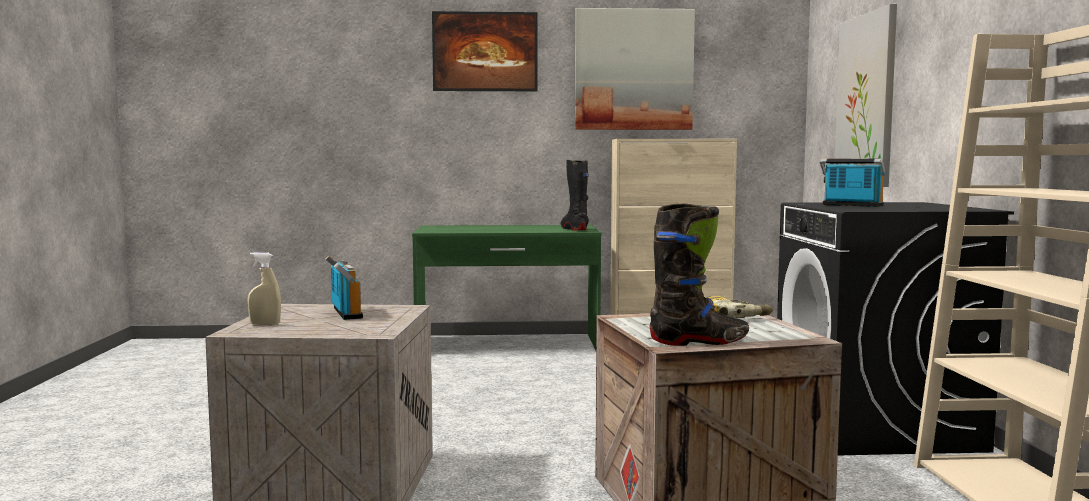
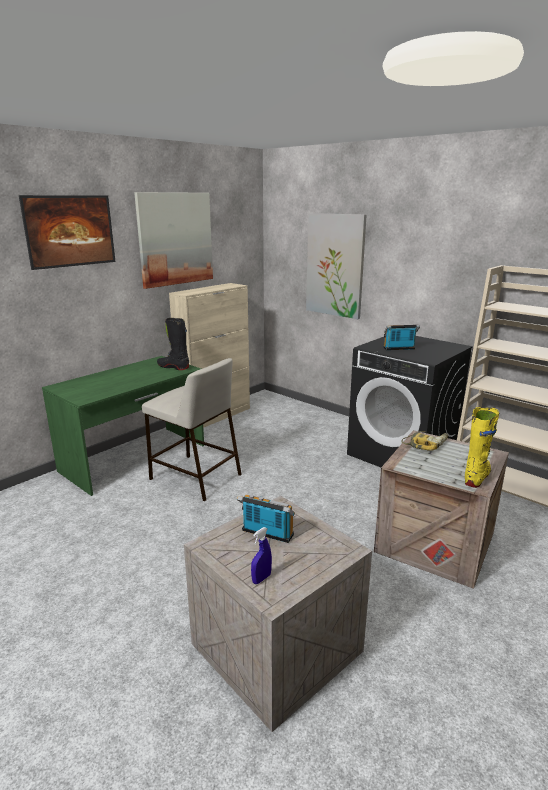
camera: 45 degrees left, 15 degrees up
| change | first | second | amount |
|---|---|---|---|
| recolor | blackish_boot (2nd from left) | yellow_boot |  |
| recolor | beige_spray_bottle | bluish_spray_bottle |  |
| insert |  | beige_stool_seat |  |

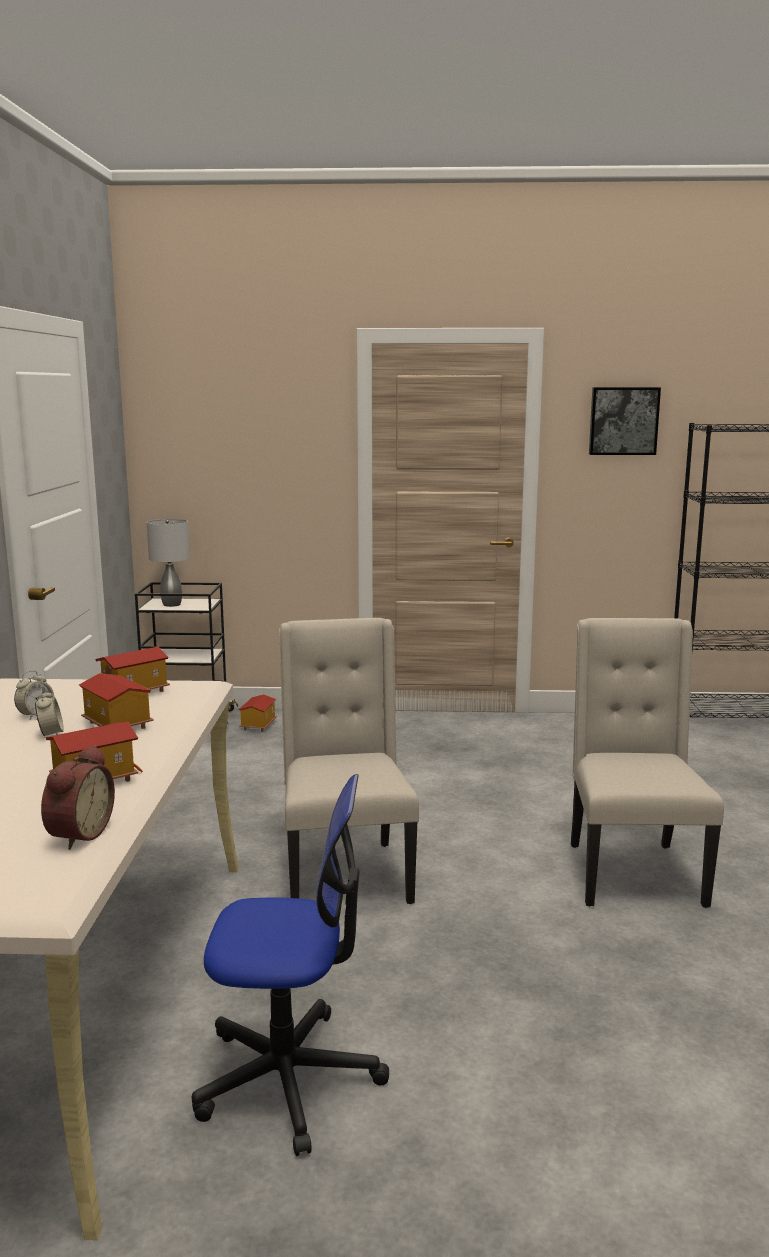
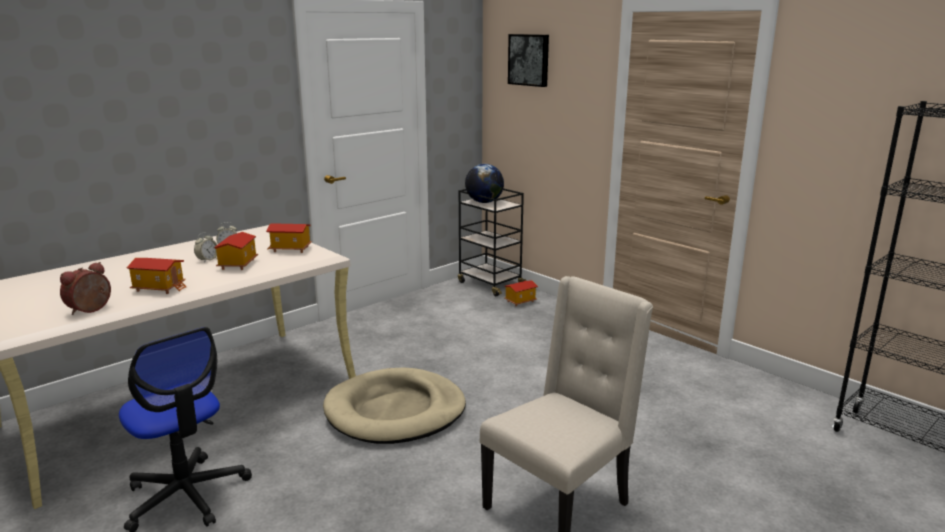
camera: 45 degrees right, 5 degrees up
| change | first | second | amount |
|---|---|---|---|
| move | wall_art |  |  |
| replace | gray_tabletop_lamp | globe |  |
| replace | beige_upright_chair (1st from left) | beige_dog_bed |  |
| rotate | table_clock (3rd from left in the first image) | table_clock (1st from left) | 150 degrees clockwise |

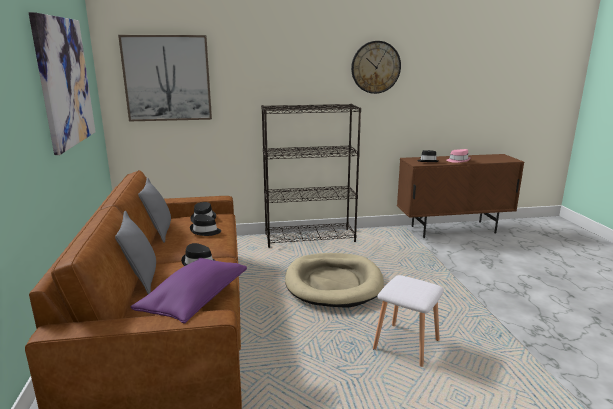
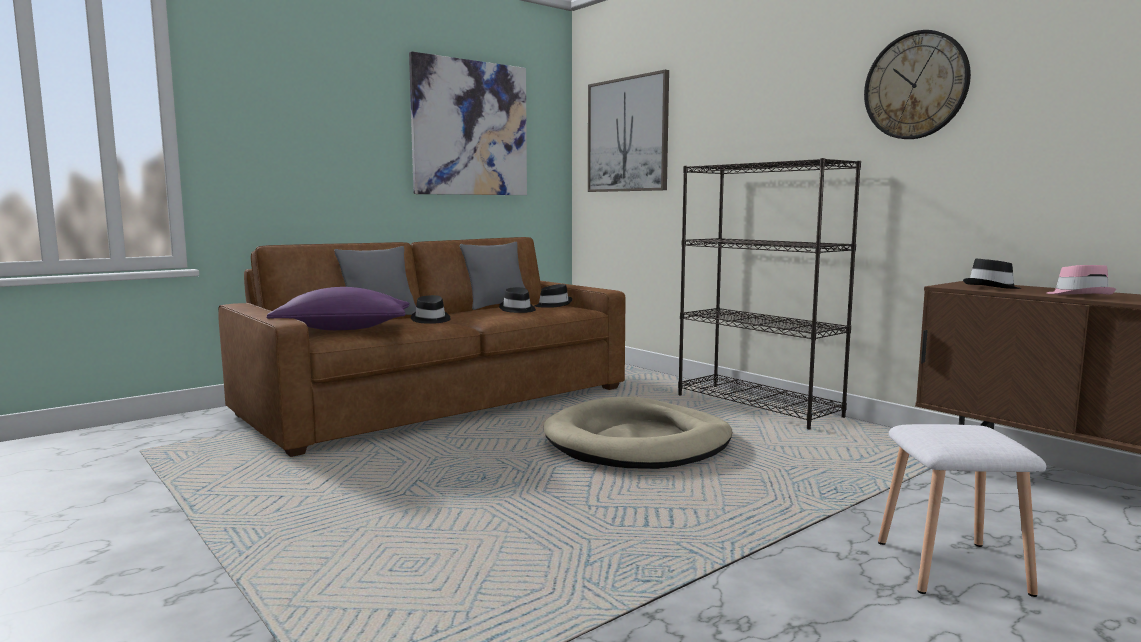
camera: 60 degrees right, 10 degrees down
| change | first | second | amount |
|---|---|---|---|
| move | white_stool_seat |  |  |

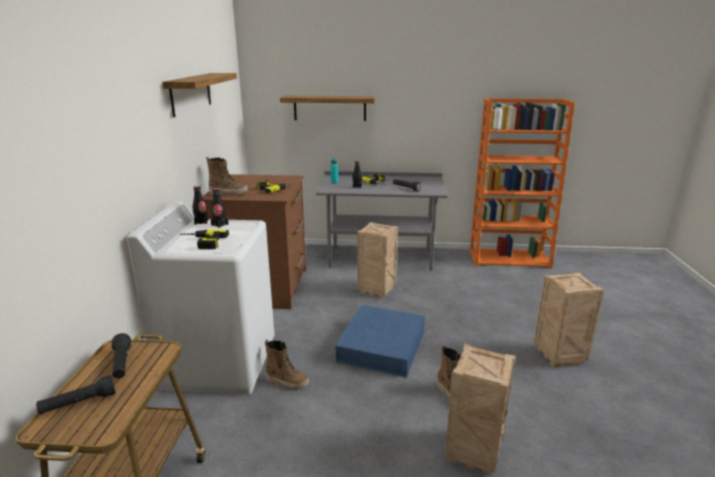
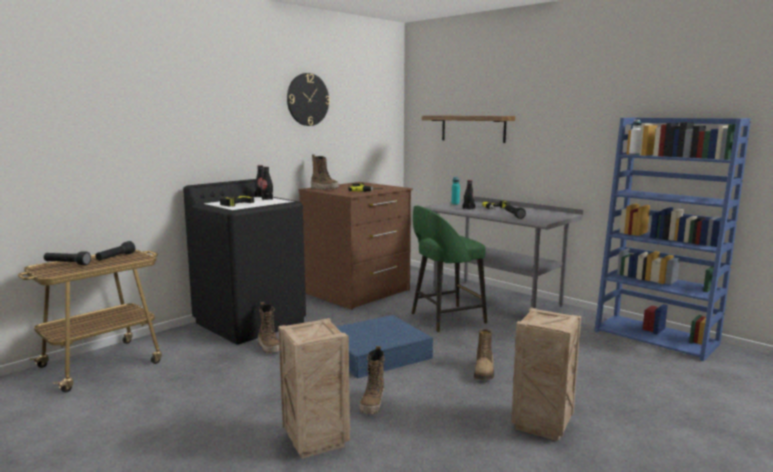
camera: 40 degrees right, 10 degrees down
| change | first | second | amount |
|---|---|---|---|
| replace | shelf (1st from left) | hanging_clock |  |
| recolor | orange_bookcase | bluish_bookcase |  |
| recolor | white_laundry_machine | blackish_laundry_machine |  |
| replace | shipping_crate (1st from left) | greenish_stool_seat |  |
| insert |  | boot (4th from left) |  |

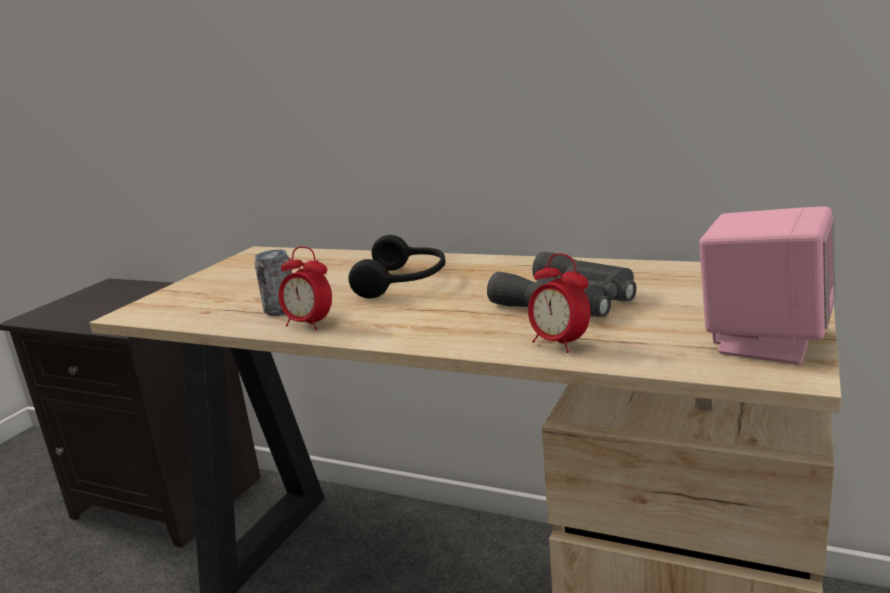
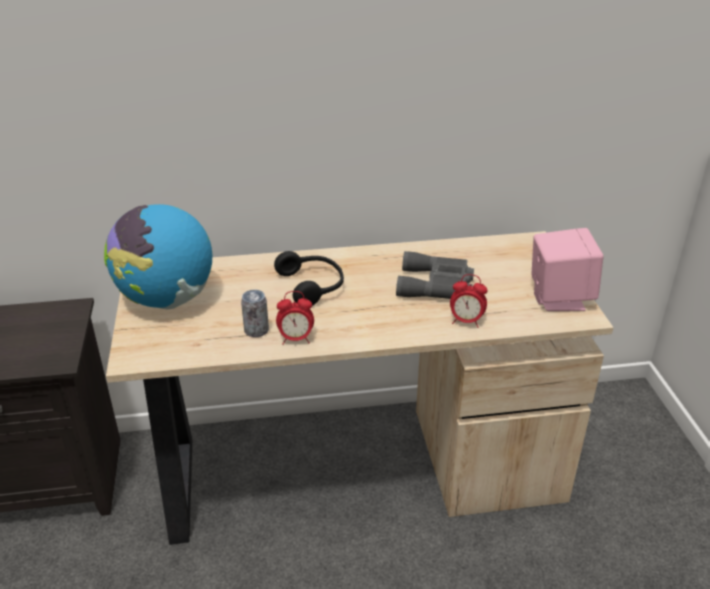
camera: 35 degrees left, 15 degrees up
| change | first | second | amount |
|---|---|---|---|
| insert |  | globe |  |

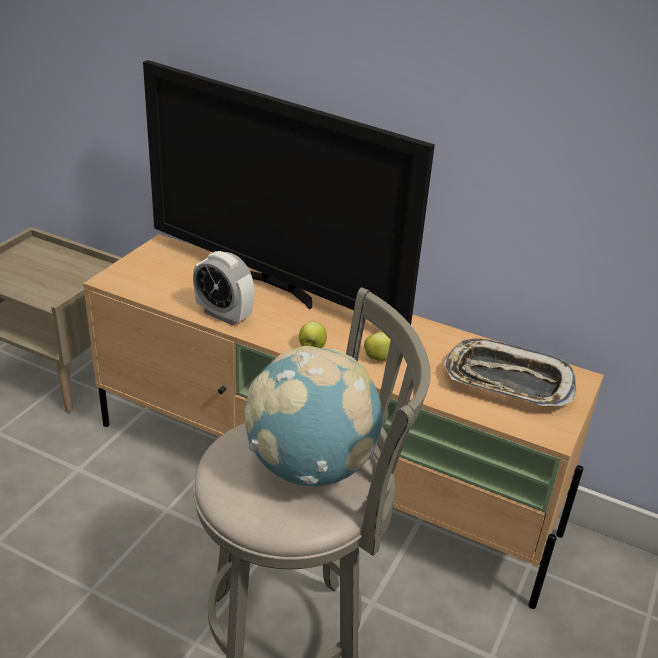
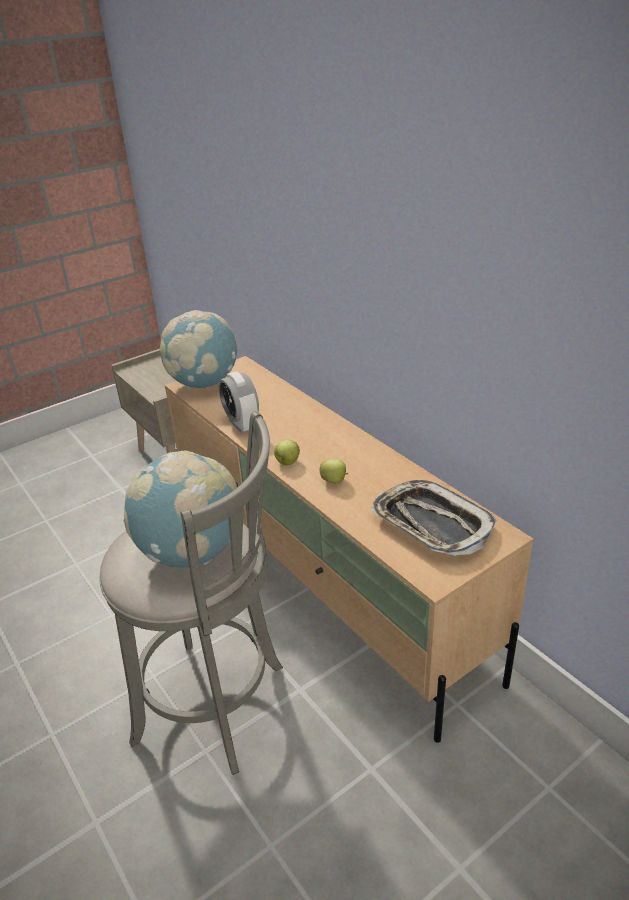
camera: 30 degrees right, 0 degrees up
| change | first | second | amount |
|---|---|---|---|
| delete | TV_set |  |  |
| insert |  | globe (2nd from left) |  |

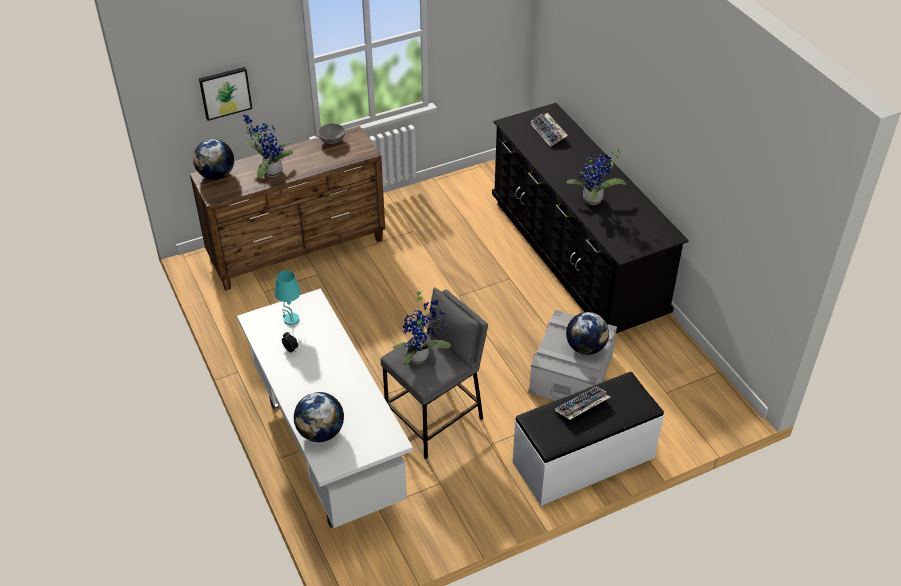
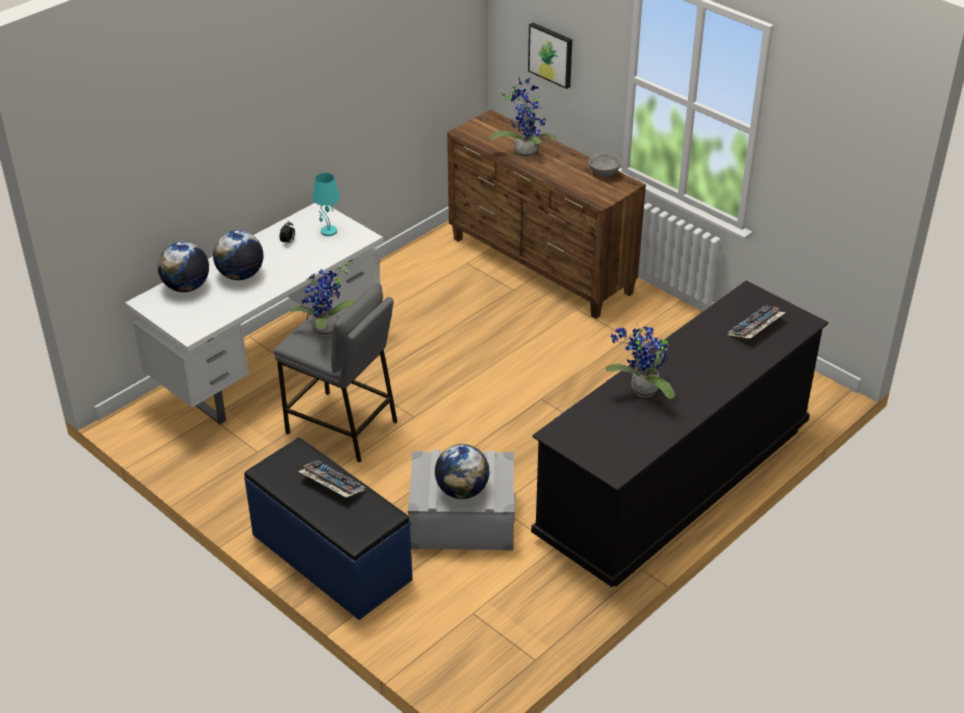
camera: 70 degrees right, 5 degrees down
| change | first | second | amount |
|---|---|---|---|
| move | globe (1st from left in the first image) | globe (2nd from left) |  |
| recolor | white_long_seat | bluish_long_seat |  |

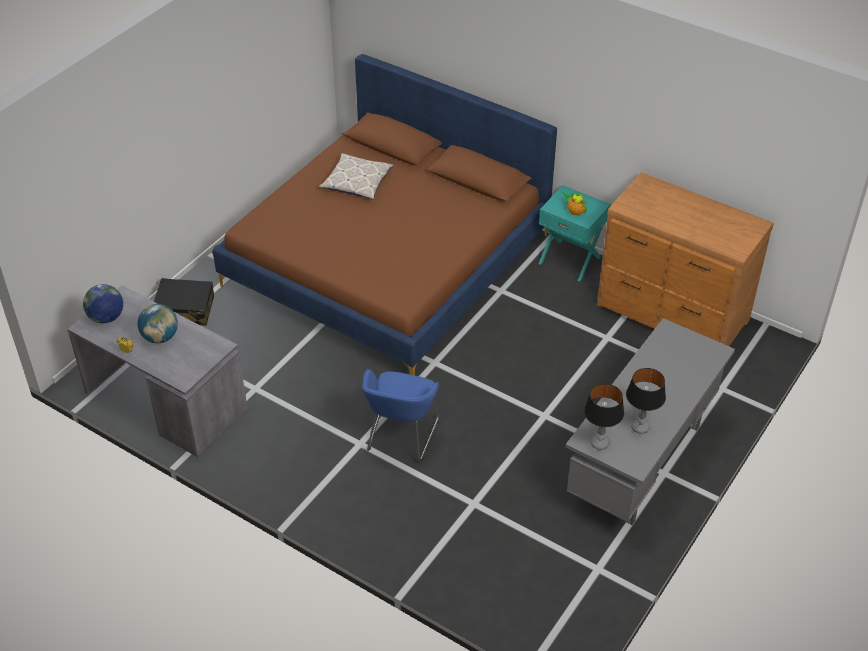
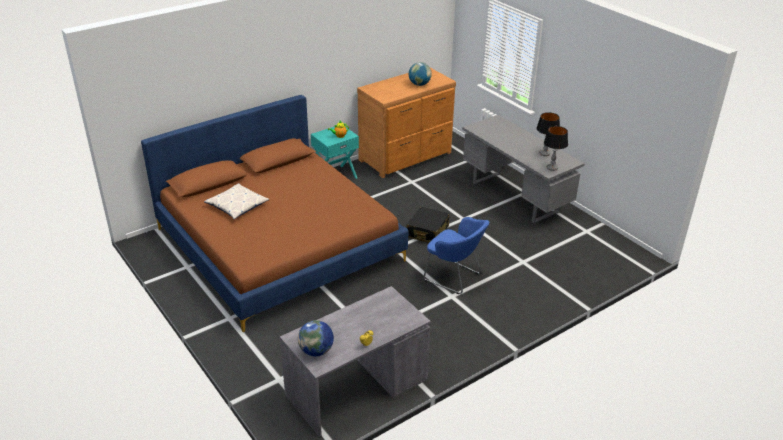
camera: 70 degrees left, 10 degrees down
| change | first | second | amount |
|---|---|---|---|
| move | blackish_piece_of_luggage |  |  |
| move | globe (2nd from left) |  |  |

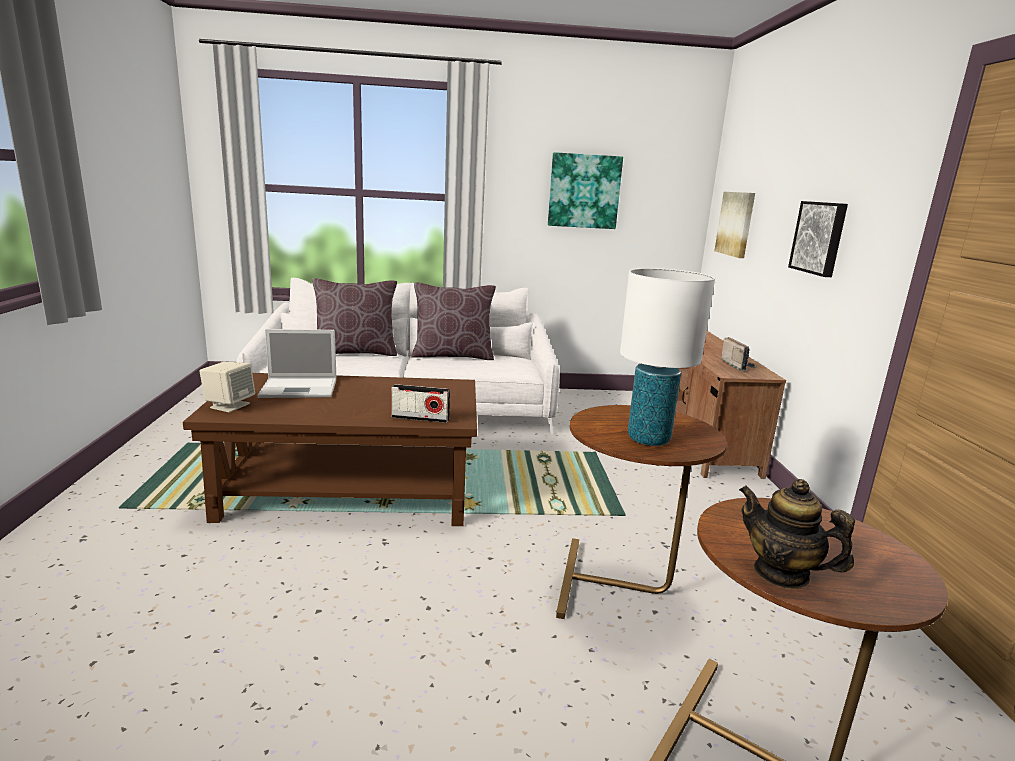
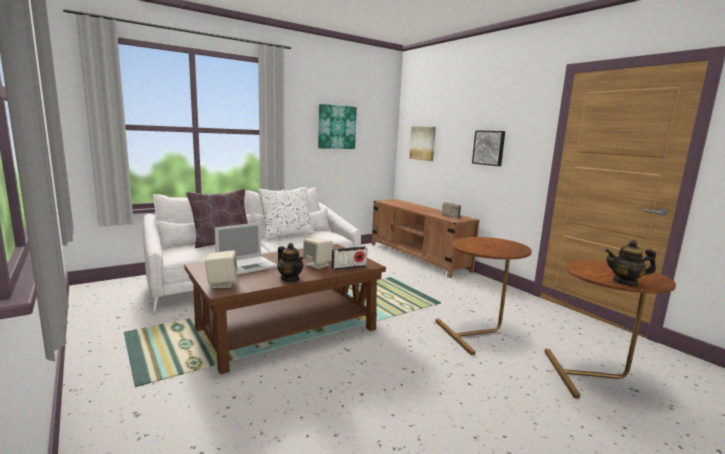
camera: 30 degrees left, 5 degrees down
| change | first | second | amount |
|---|---|---|---|
| delete | white_tabletop_lamp |  |  |
| recolor | brownish_cushion (2nd from left) | white_cushion |  |
| insert |  | beige_speaker (2nd from left) |  |
| insert |  | teapot (1st from left) |  |

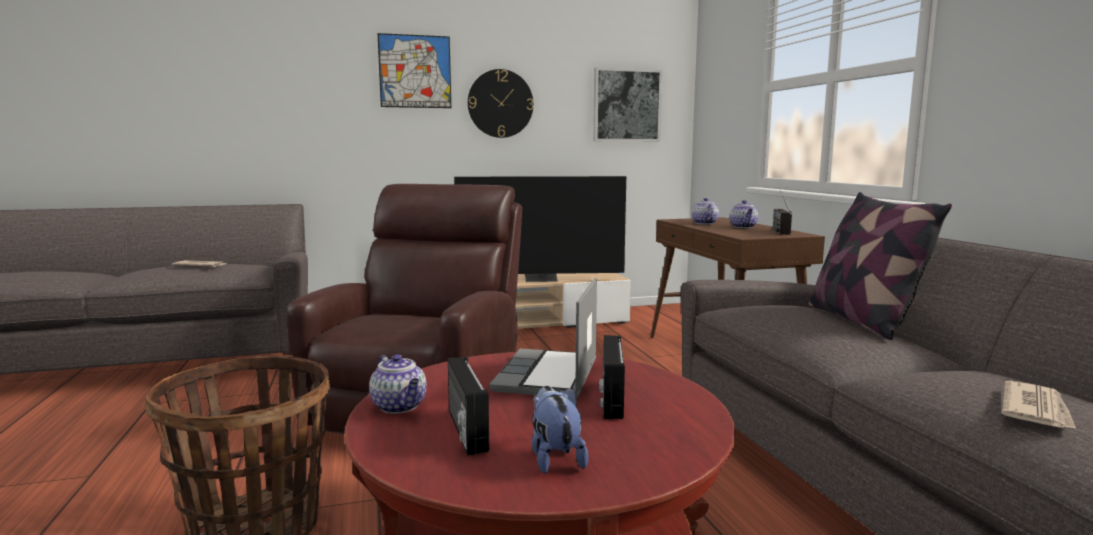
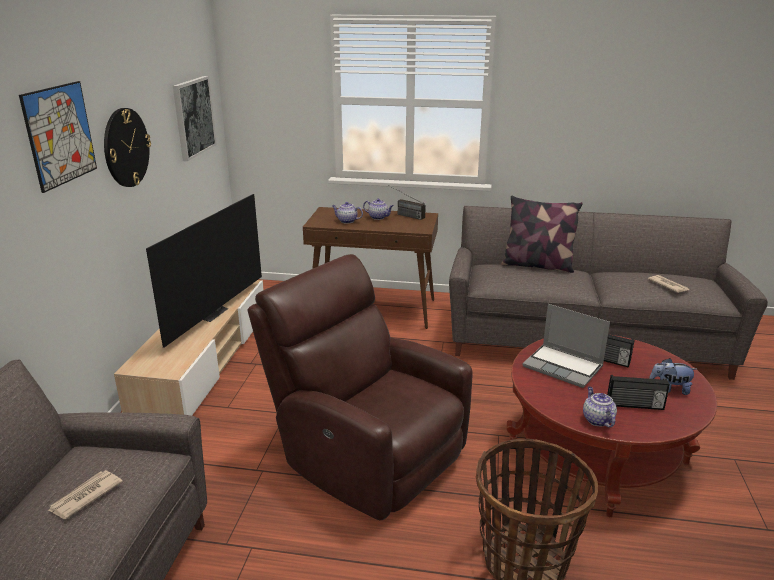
camera: 65 degrees left, 15 degrees up
| change | first | second | amount |
|---|---|---|---|
| rotate | teapot (1st from left in the first image) | teapot (3rd from left) | 90 degrees counterclockwise |

